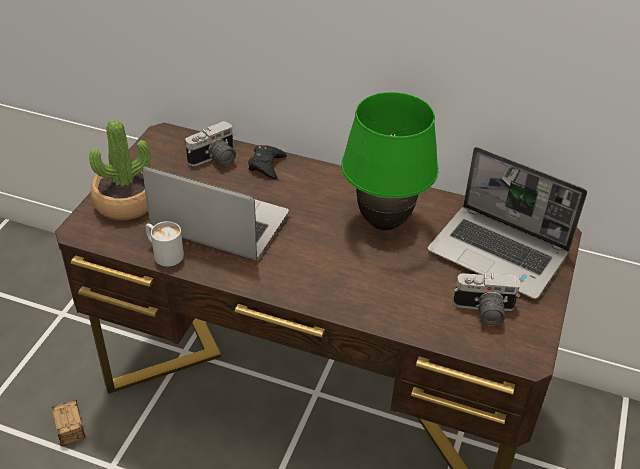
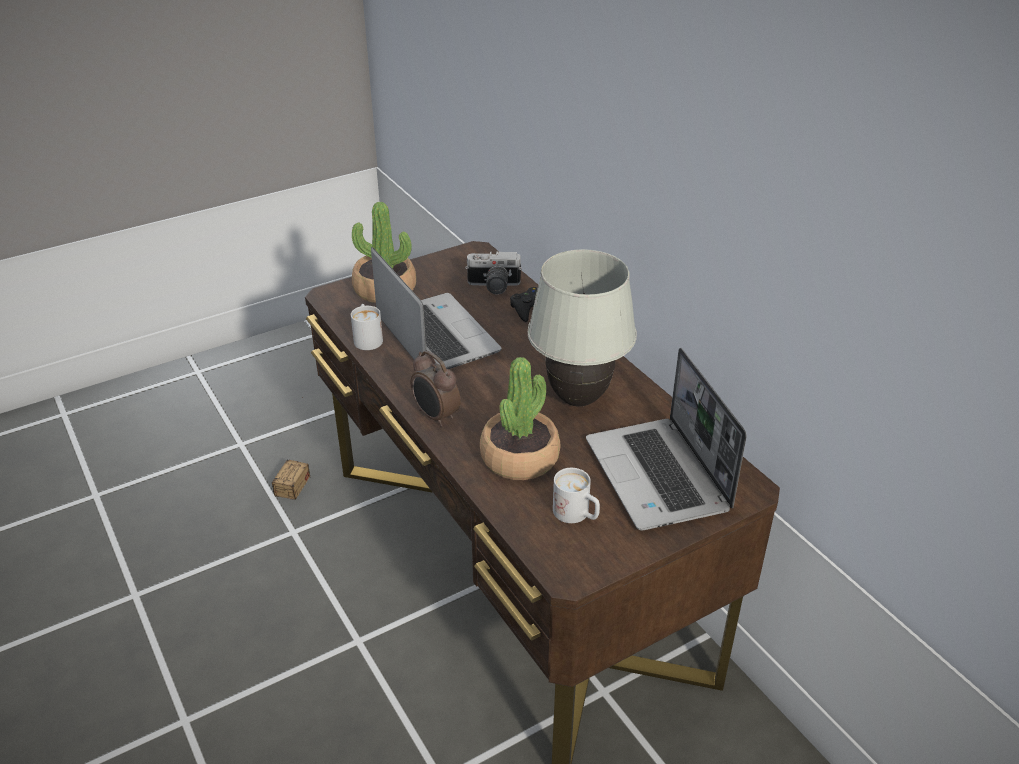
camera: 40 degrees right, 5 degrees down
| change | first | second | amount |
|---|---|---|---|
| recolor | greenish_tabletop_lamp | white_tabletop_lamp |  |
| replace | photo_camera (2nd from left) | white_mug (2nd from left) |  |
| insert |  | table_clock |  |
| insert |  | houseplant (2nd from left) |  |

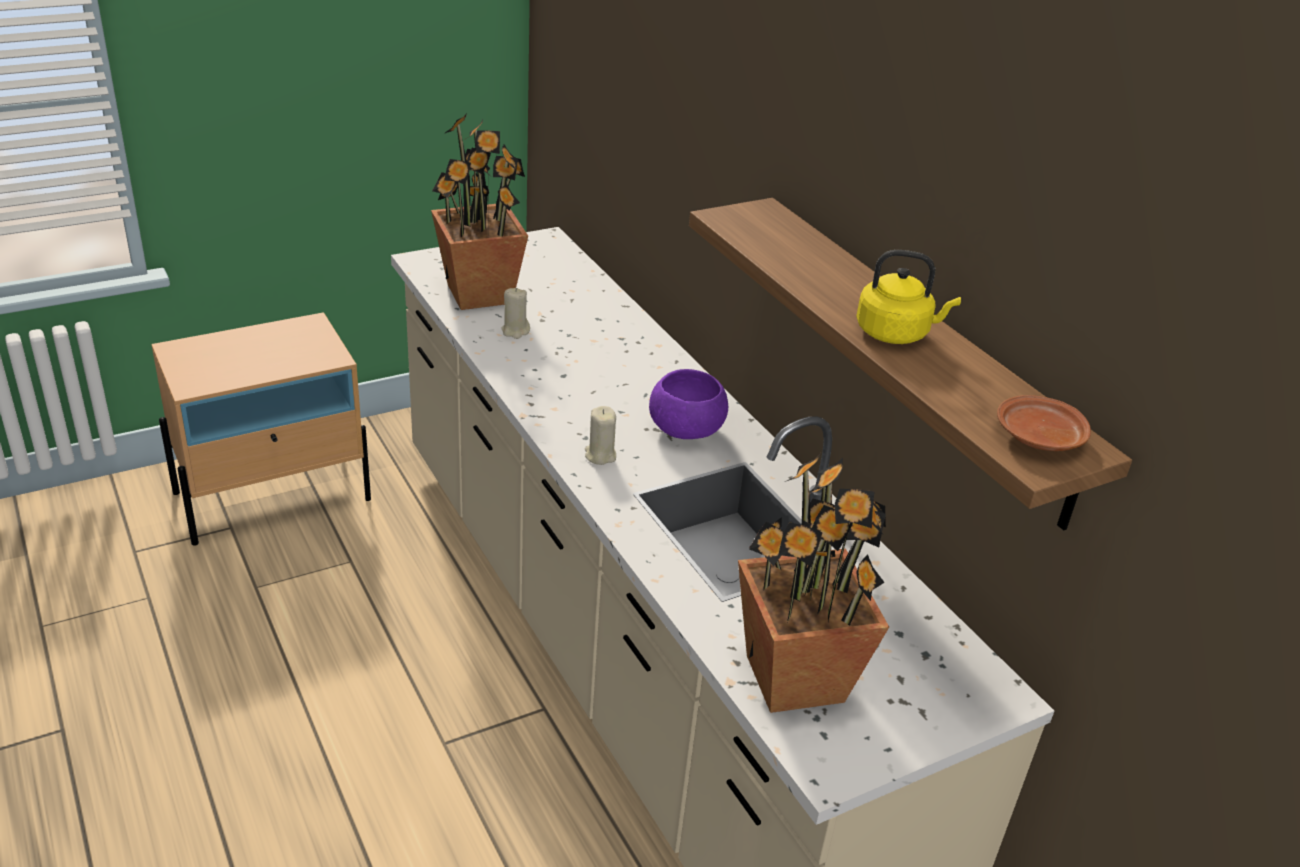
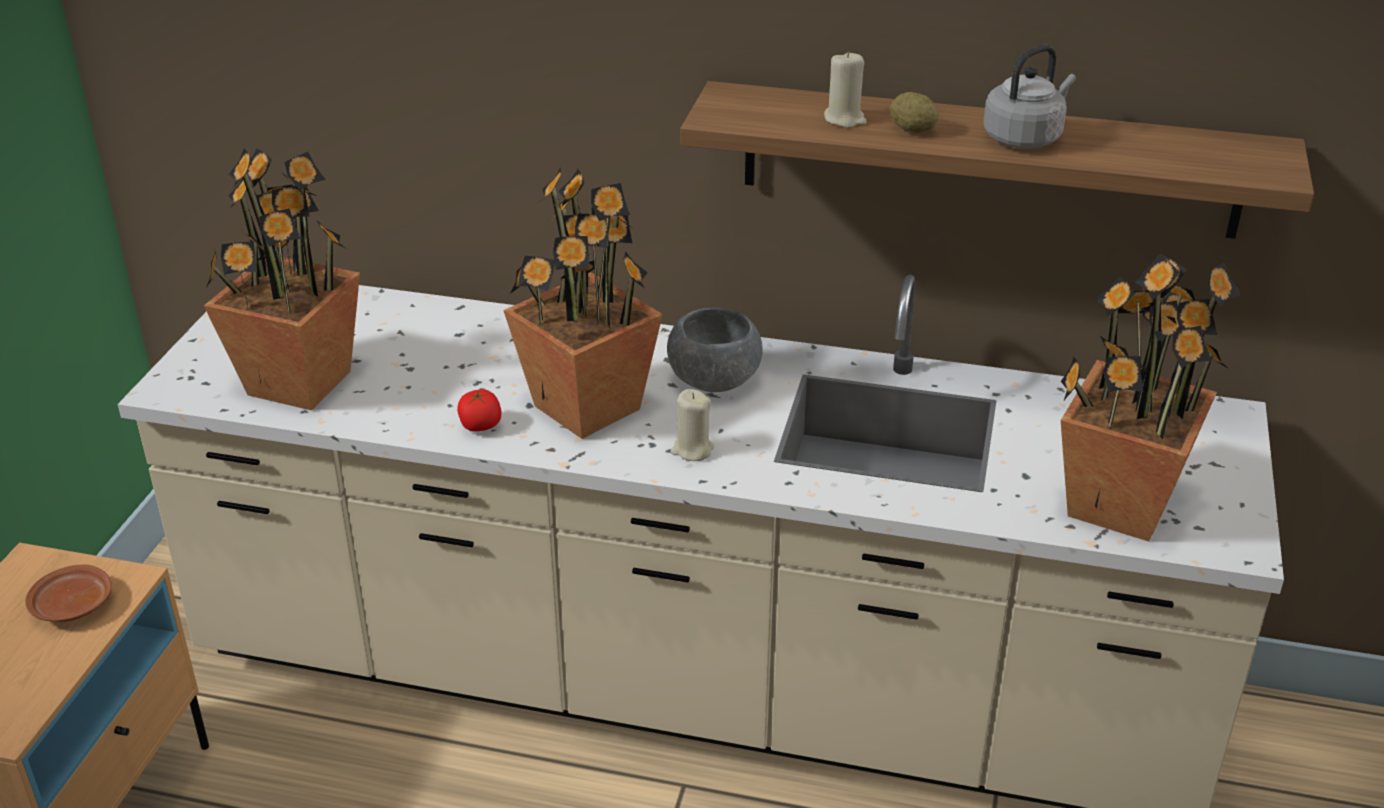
camera: 45 degrees left, 0 degrees up
| change | first | second | amount |
|---|---|---|---|
| recolor | yellow_water_kettle | gray_water_kettle |  |
| move | beige_wax_light (1st from left in the first image) | beige_wax_light (2nd from left) |  |
| recolor | purplish_deep_dish | gray_deep_dish |  |
| move | brownish_dinner_plate |  |  |
| insert |  | potato |  |
| insert |  | houseplant (2nd from left) |  |
| insert |  | tomato |  |

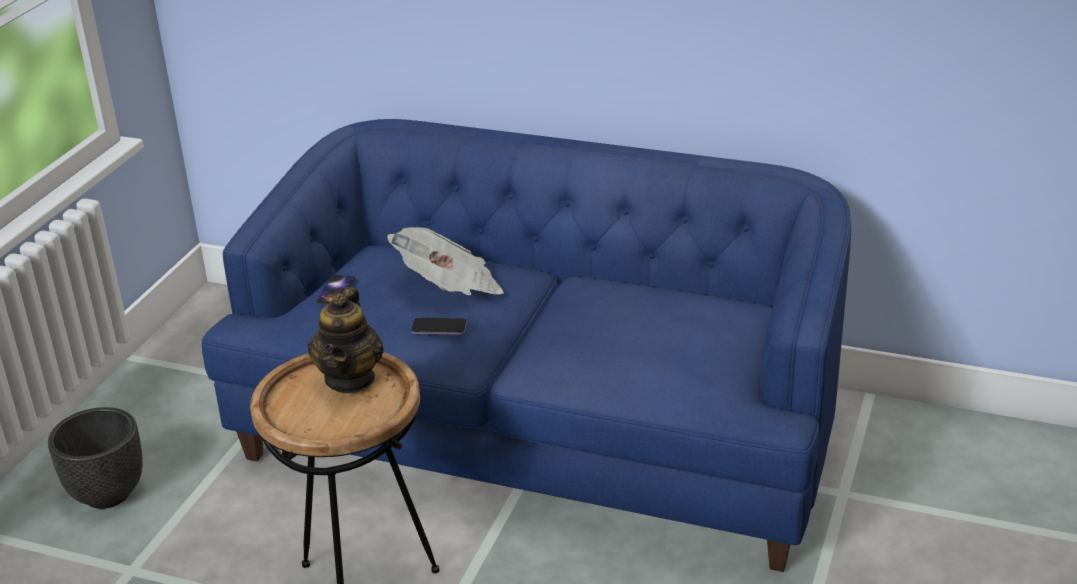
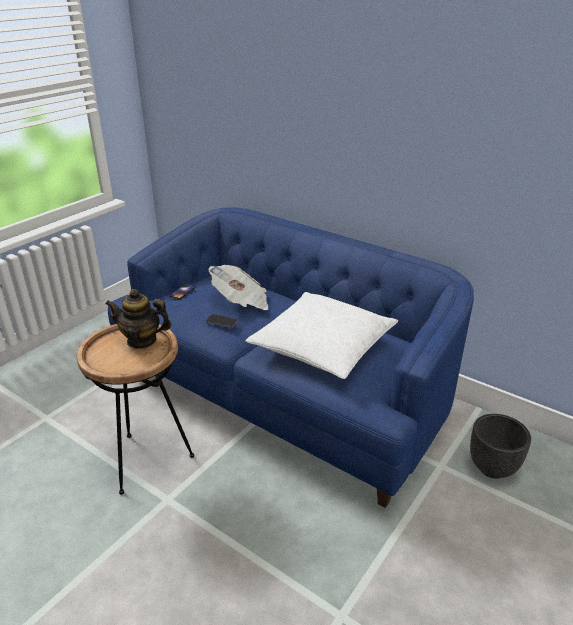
camera: 15 degrees right, 0 degrees up
| change | first | second | amount |
|---|---|---|---|
| rotate | teapot |  | 75 degrees clockwise |
| move | blackish_flower_pot |  |  |
| insert |  | white_cushion |  |

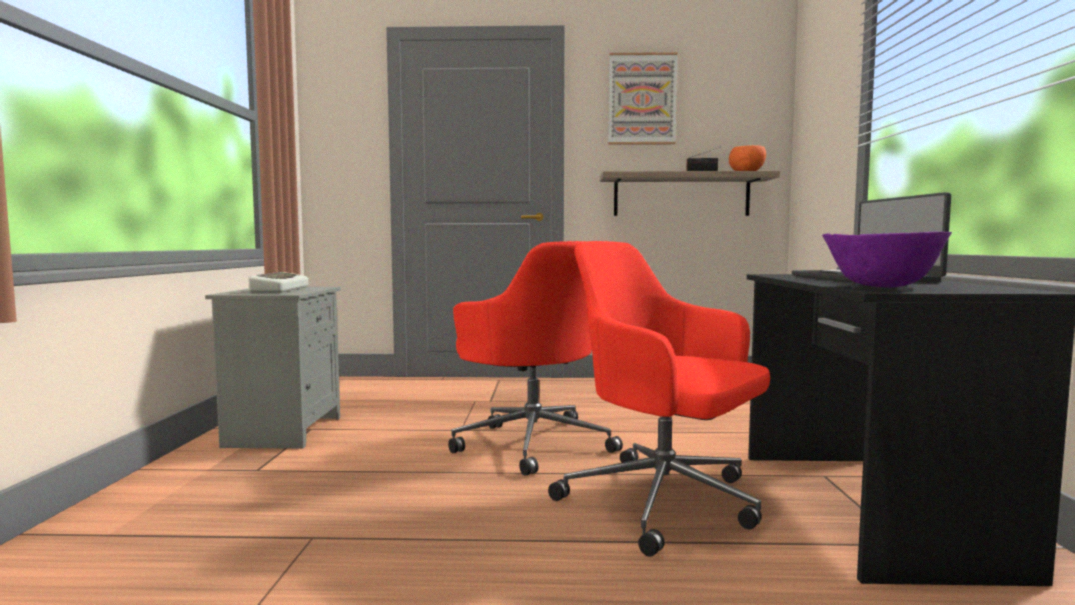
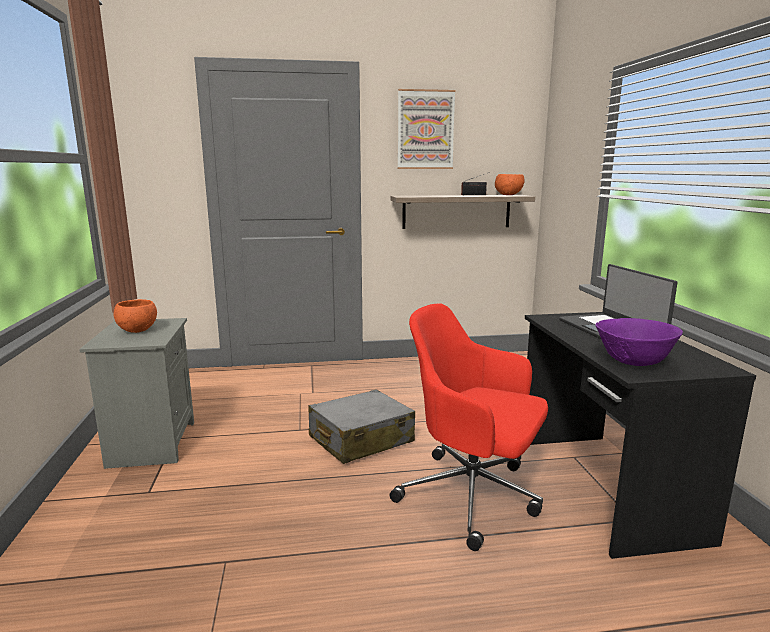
camera: 10 degrees left, 10 degrees up
| change | first | second | amount |
|---|---|---|---|
| replace | reddish_desk_chair (1st from left) | gray_piece_of_luggage |  |
| replace | keyboard | orange_deep_dish (1st from left) |  |

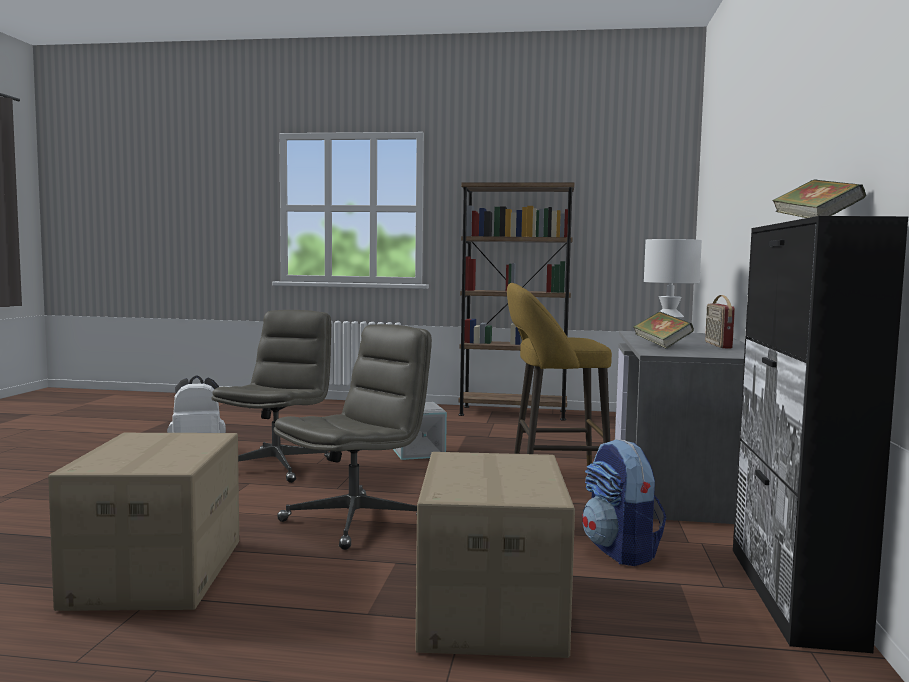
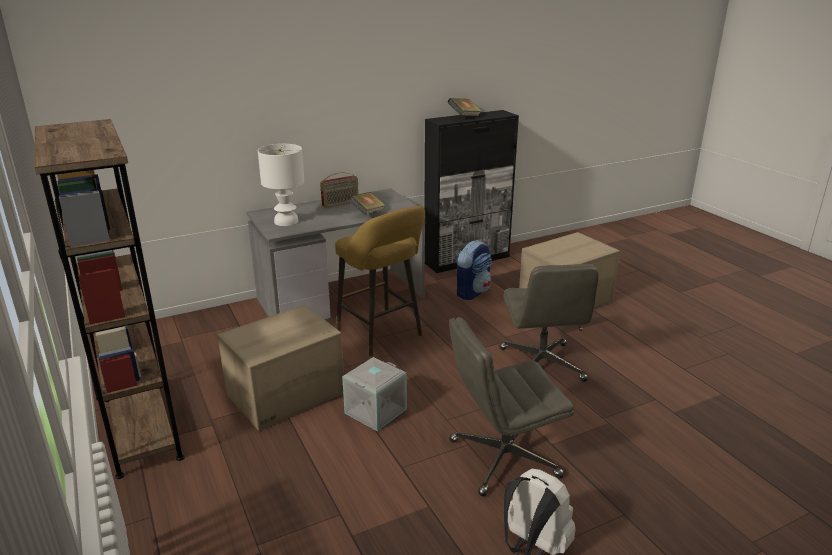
camera: 125 degrees left, 20 degrees up
| change | first | second | amount |
|---|---|---|---|
| rotate | gray_desk_chair (2nd from left) |  | 105 degrees counterclockwise |
| move | carton (1st from left) |  |  |

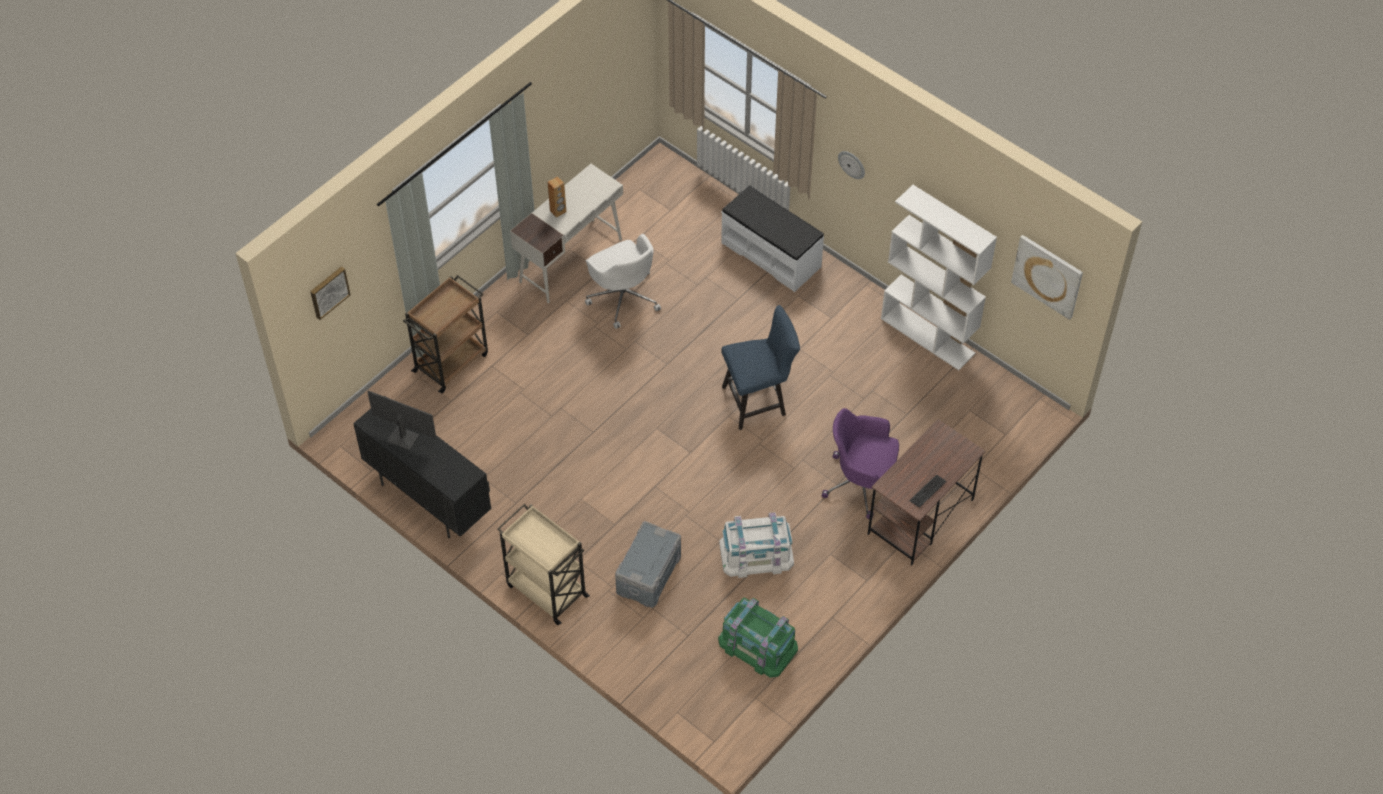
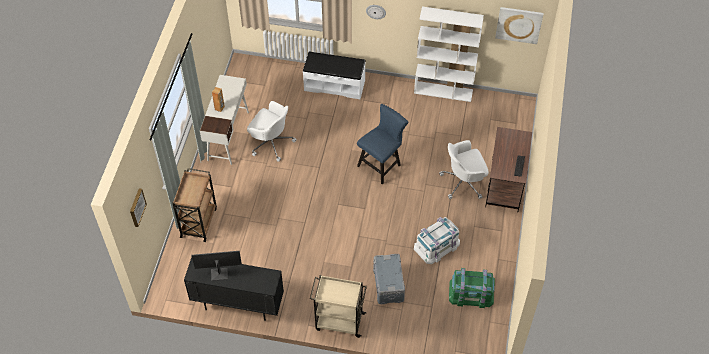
camera: 30 degrees left, 0 degrees up
| change | first | second | amount |
|---|---|---|---|
| recolor | purplish_desk_chair | white_desk_chair (2nd from left) |  |

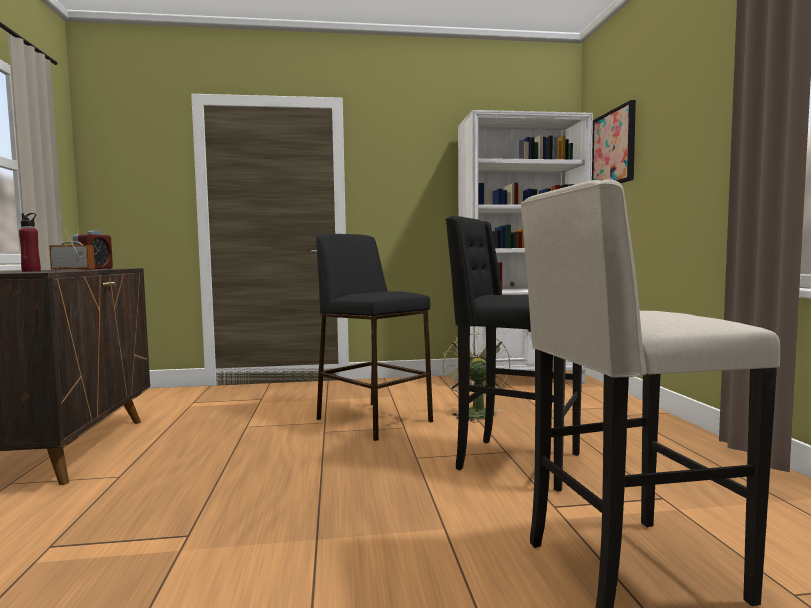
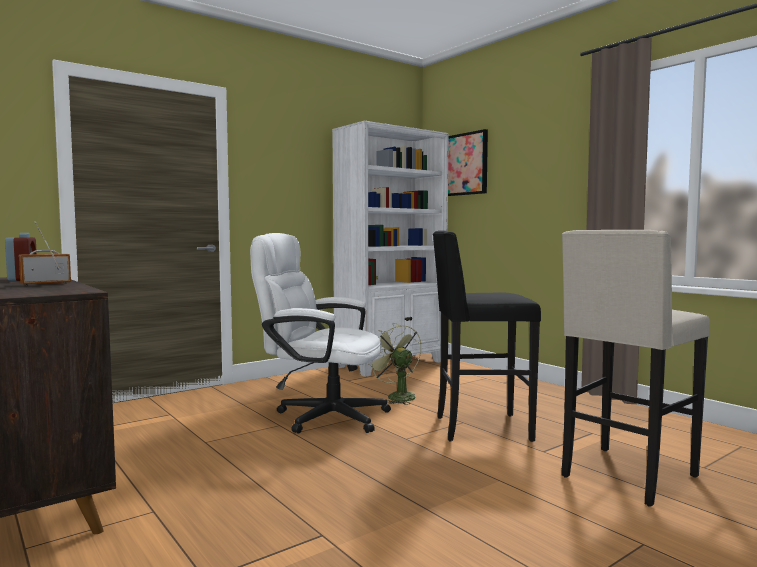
camera: 30 degrees left, 0 degrees up
| change | first | second | amount |
|---|---|---|---|
| delete | reddish_bottle |  |  |
| replace | blackish_stool_seat (1st from left) | white_desk_chair |  |

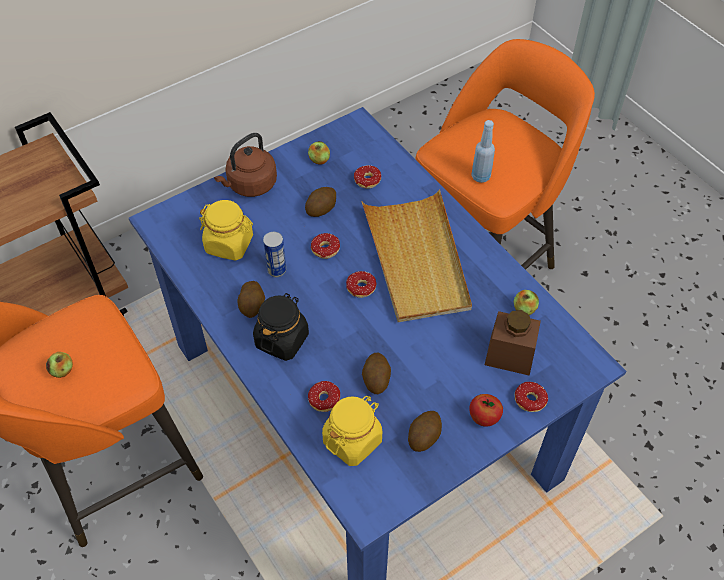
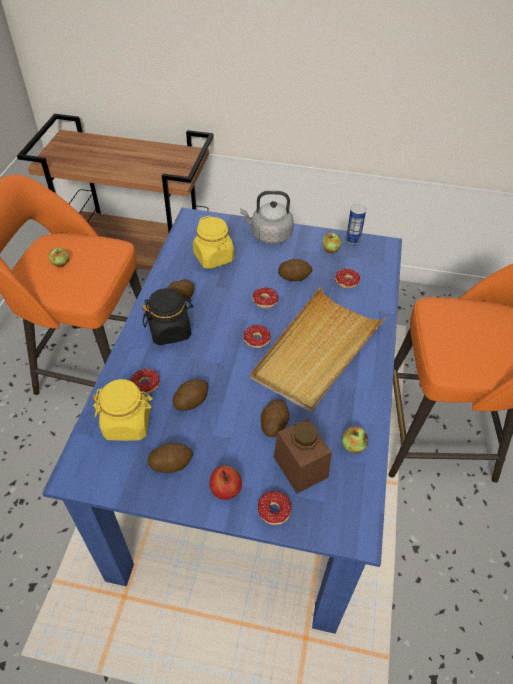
camera: 45 degrees right, 5 degrees down
| change | first | second | amount |
|---|---|---|---|
| delete | bluish_bottle |  |  |
| recolor | brownish_water_kettle | gray_water_kettle |  |
| move | can |  |  |
| insert |  | potato (4th from left) |  |

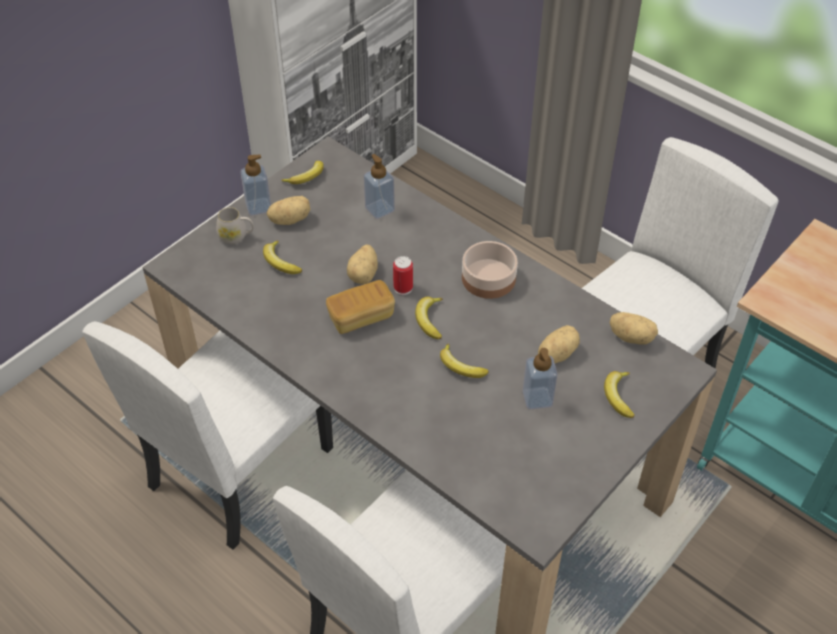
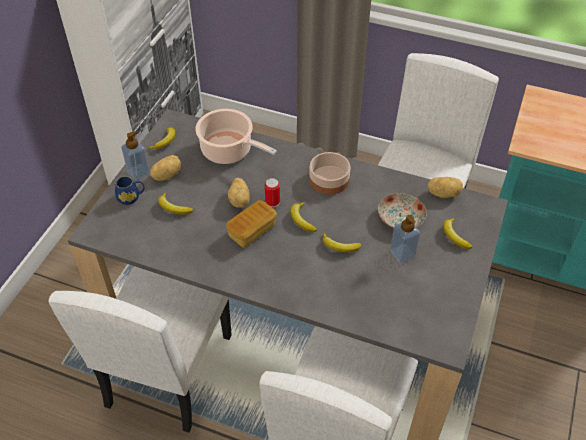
camera: 20 degrees left, 0 degrees up
| change | first | second | amount |
|---|---|---|---|
| replace | liquid_soap_bottle (2nd from left) | saucepot |  |
| recolor | white_mug | bluish_mug |  |
| replace | potato (3rd from left) | dinner_plate |  |

